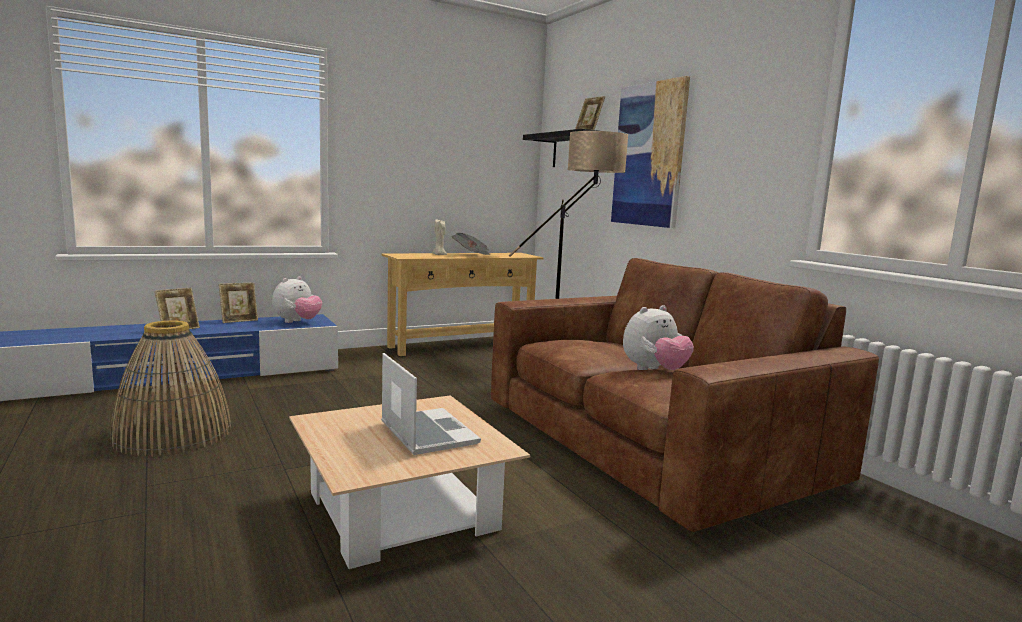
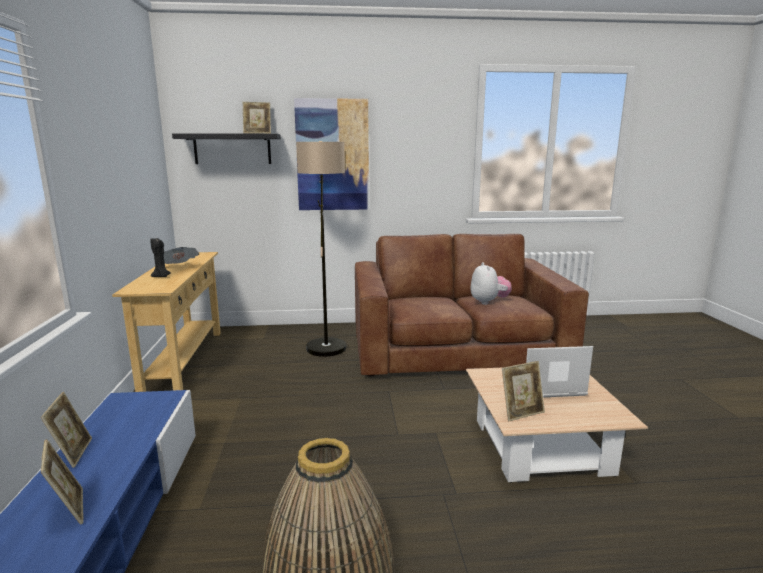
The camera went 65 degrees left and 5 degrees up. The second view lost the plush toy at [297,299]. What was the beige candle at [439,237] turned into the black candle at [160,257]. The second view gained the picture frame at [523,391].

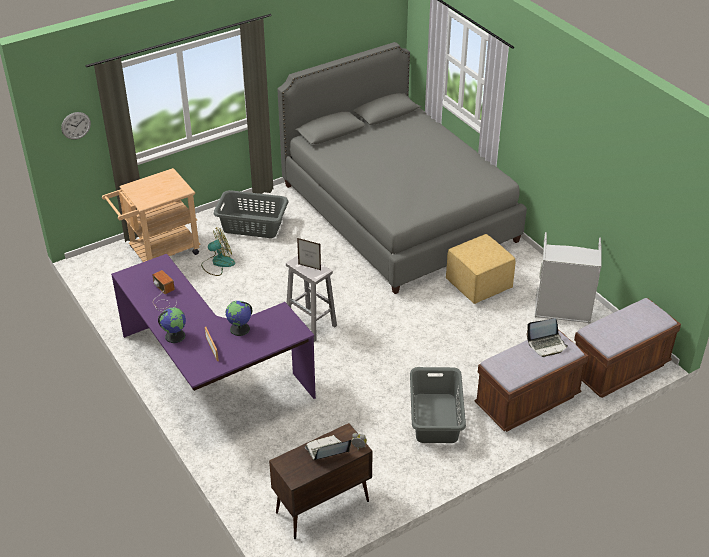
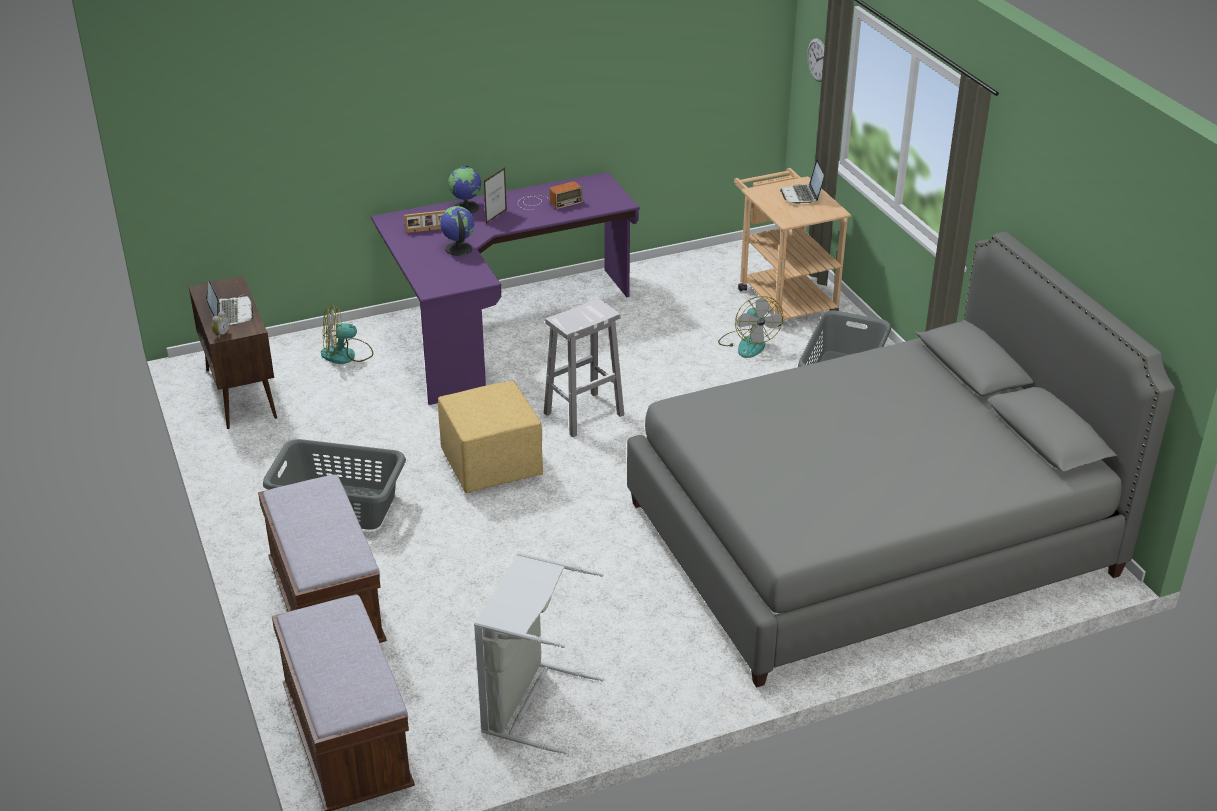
The camera went 100 degrees right and 5 degrees down. The picture frame ended up elsewhere, having gone from [309,254] to [495,195]. The yellow ottoman ended up elsewhere, having gone from [480,269] to [490,437]. The laptop ended up elsewhere, having gone from [547,337] to [802,181]. The second view gained the fan at [347,334].

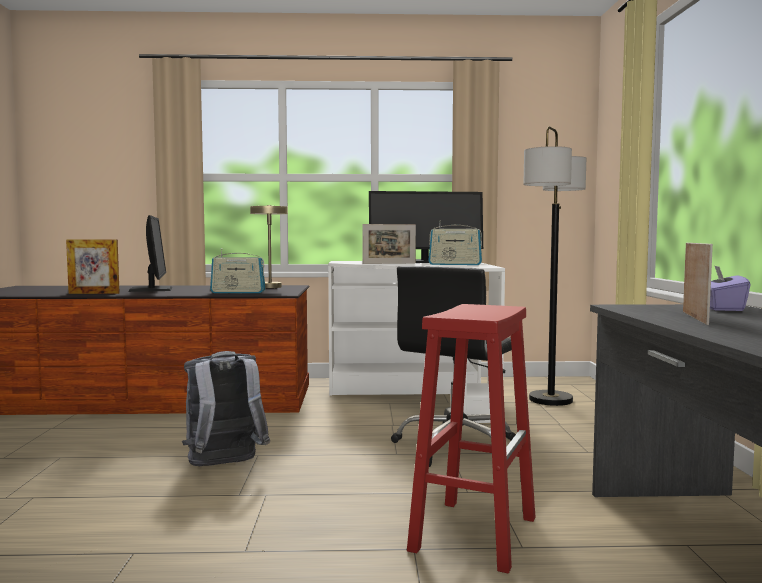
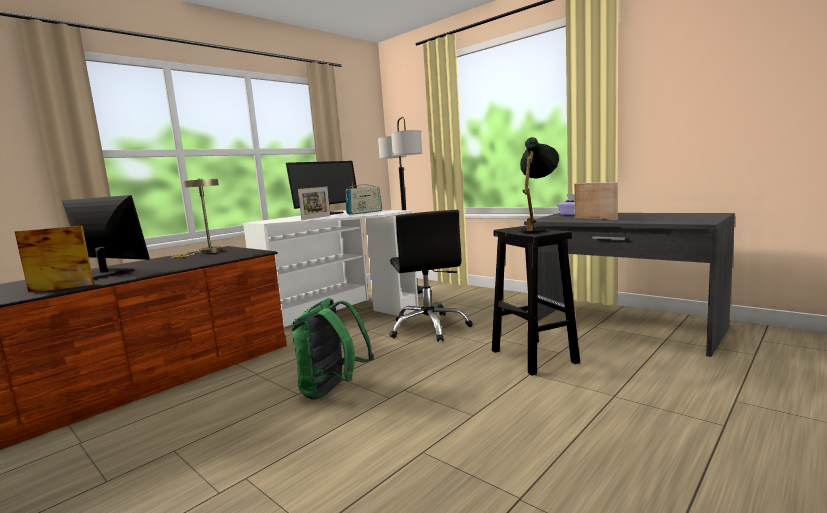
The camera went 45 degrees left and 5 degrees up. The picture frame at [93,266] ended up facing another way, 150 degrees counterclockwise from before. What was the grey backpack at [226,408] turned into the green backpack at [333,349]. The second view lost the radio at [237,271]. What was the red stool at [471,439] turned into the black stool at [536,301]. The second view gained the black table lamp at [539,185].

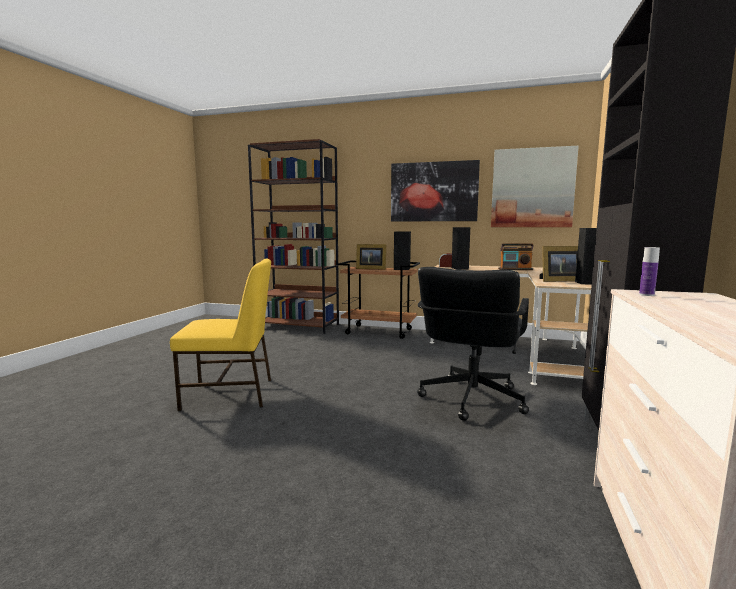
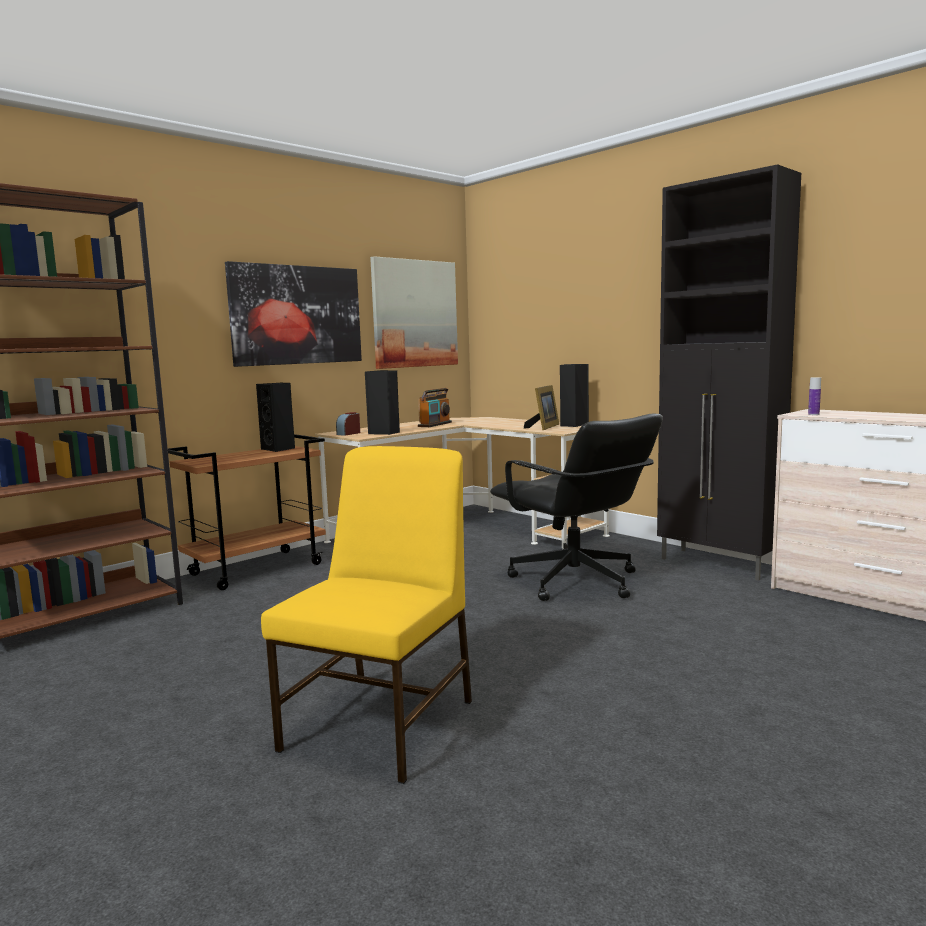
The camera went 60 degrees left and 0 degrees up. The second view lost the picture frame at [371,257].

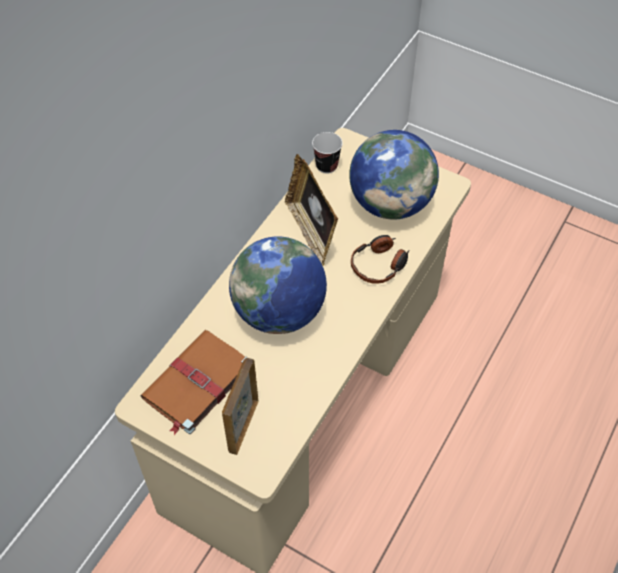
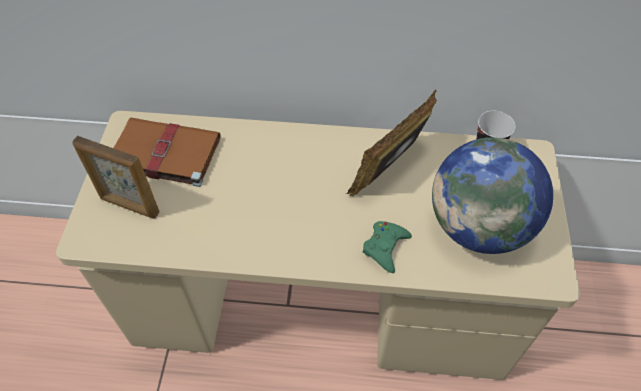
The camera went 65 degrees right and 0 degrees up. The picture frame at [240,406] ended up facing another way, 150 degrees counterclockwise from before. The second view lost the globe at [278,285]. Where the headphones stood at [380,259], the green game controller came to stand at [387,247].

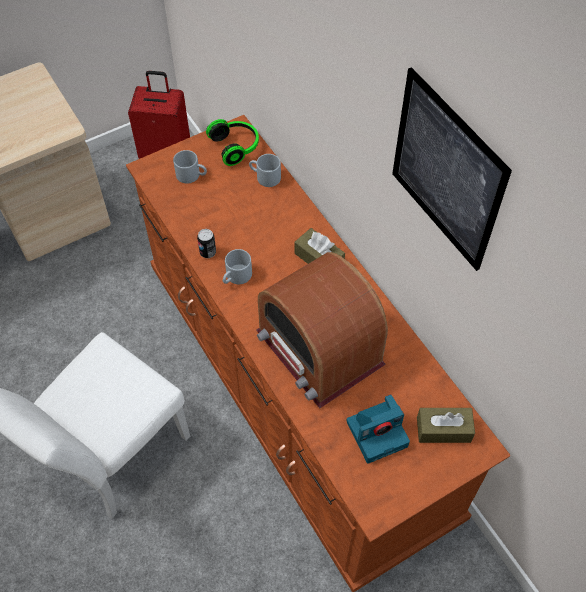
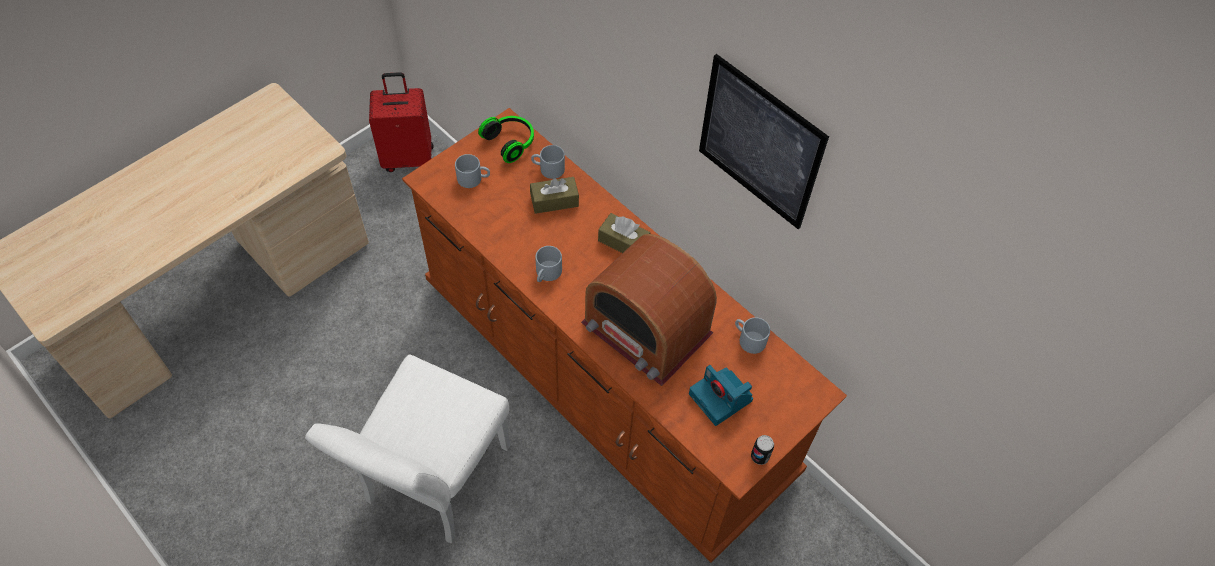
The camera went 15 degrees left and 0 degrees up. The can ended up elsewhere, having gone from [206,243] to [762,450]. The photo camera at [378,429] ended up facing another way, 90 degrees clockwise from before. The brown tissue box ended up elsewhere, having gone from [446,425] to [554,195]. The second view gained the grey mug at [752,335].

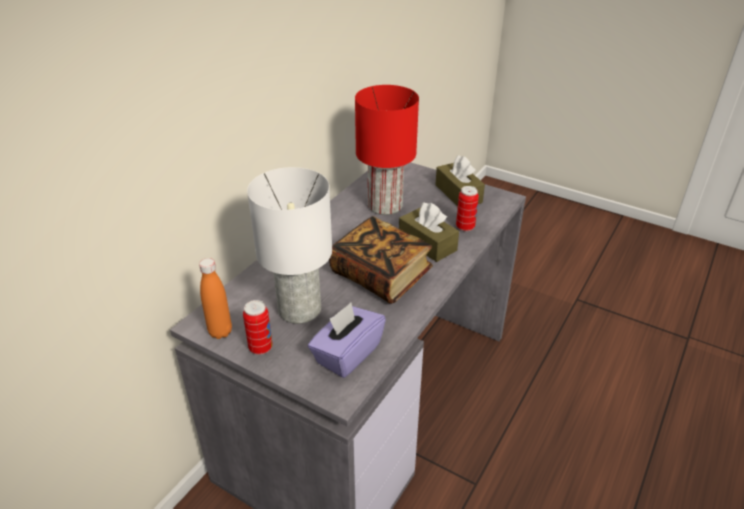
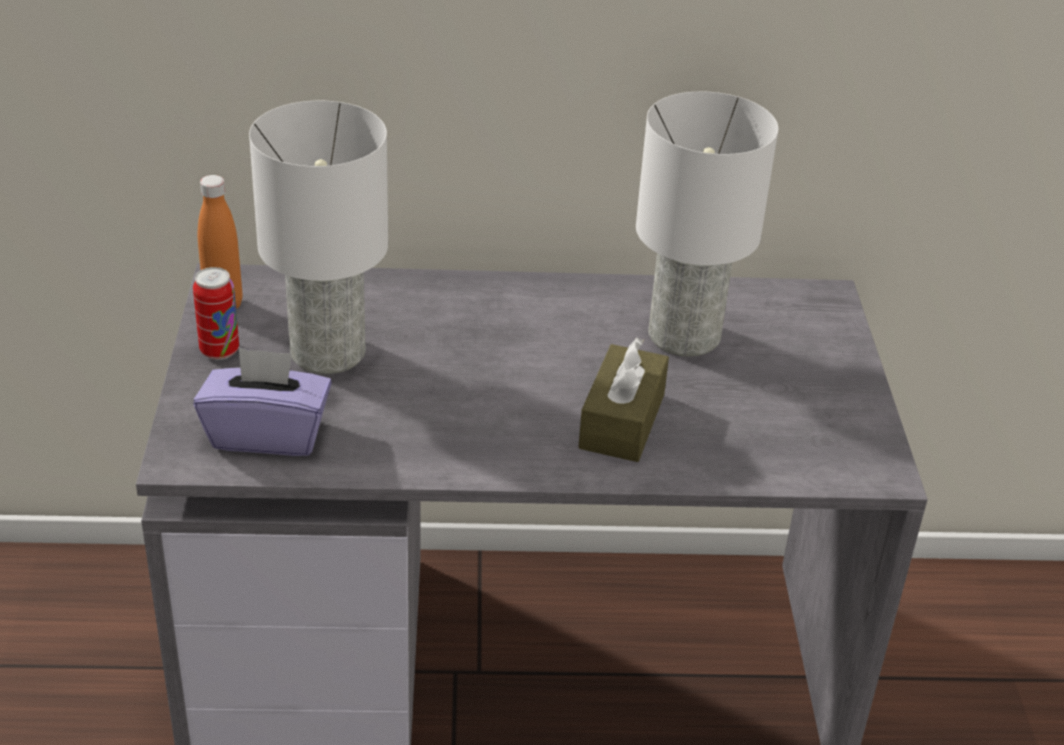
The camera went 55 degrees right and 0 degrees up. The second view lost the book at [381,260]. What was the red table lamp at [387,150] turned into the white table lamp at [707,224]. The second view lost the brown tissue box at [460,181]. The second view lost the can at [467,209].

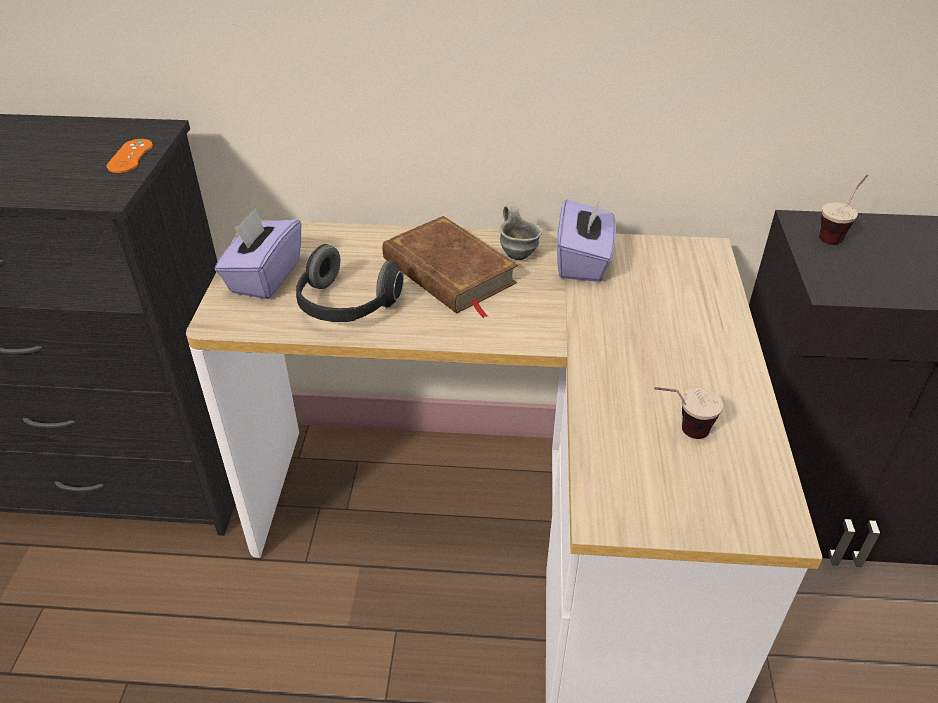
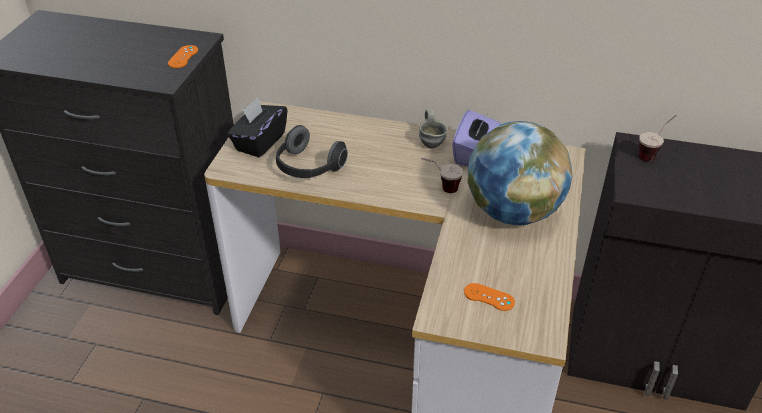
The camera went 10 degrees right and 0 degrees up. What was the purple tissue box at [258,253] turned into the black tissue box at [257,127]. The second view lost the brown book at [450,267]. The cup ended up elsewhere, having gone from [688,413] to [442,175]. The second view gained the orange game controller at [489,297]. The second view gained the globe at [520,173].

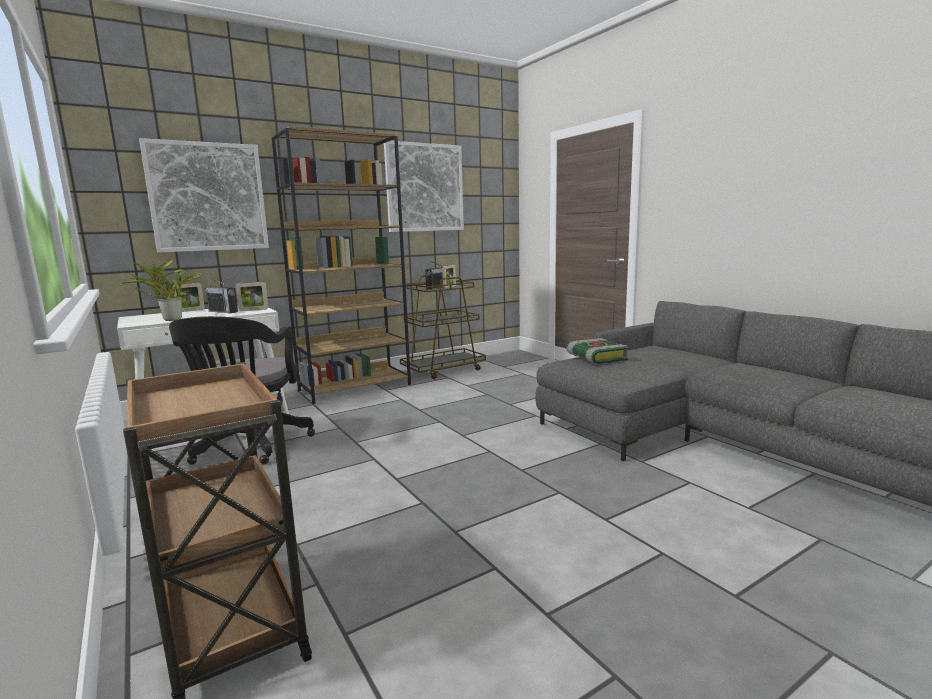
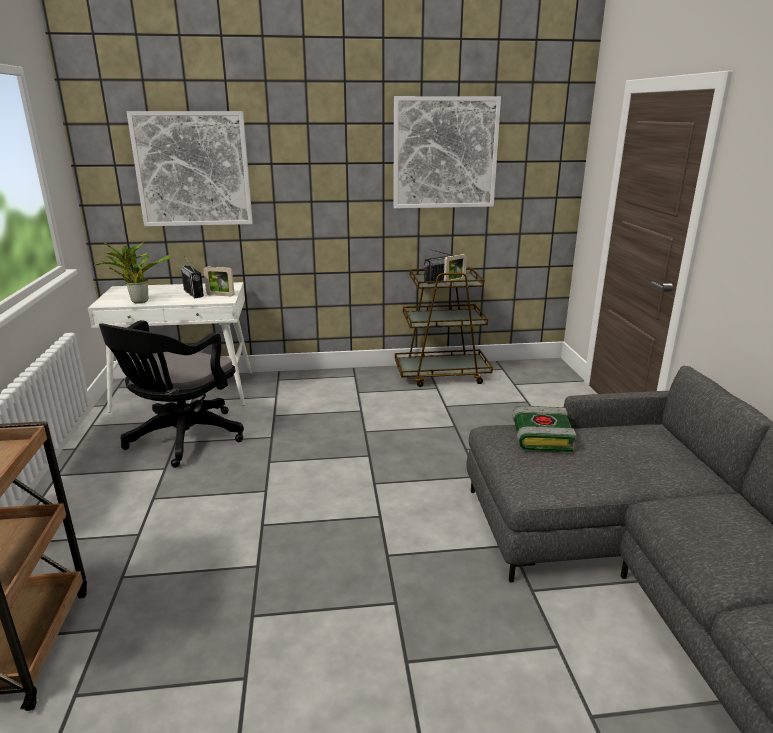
The camera went 25 degrees right and 10 degrees up. The second view lost the picture frame at [188,297]. The second view lost the brown bookcase at [341,265].

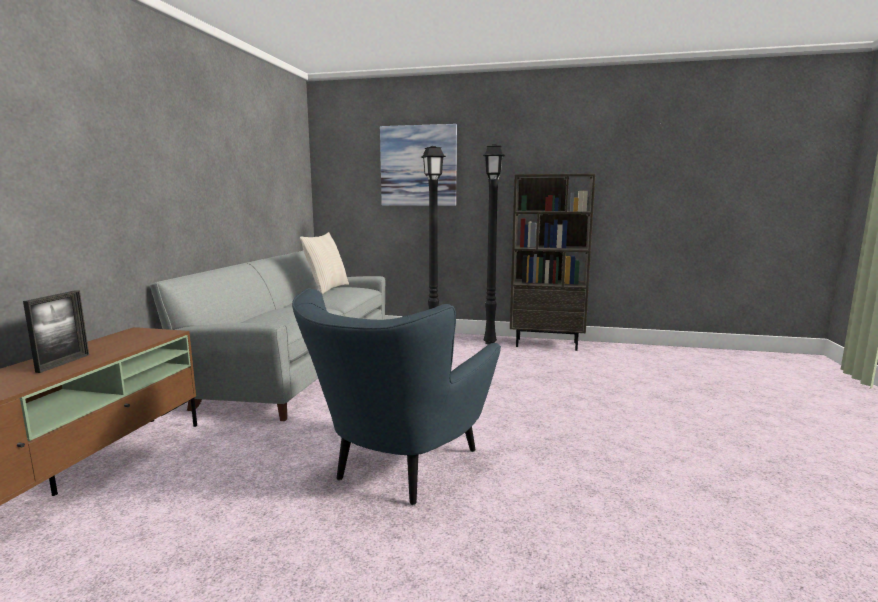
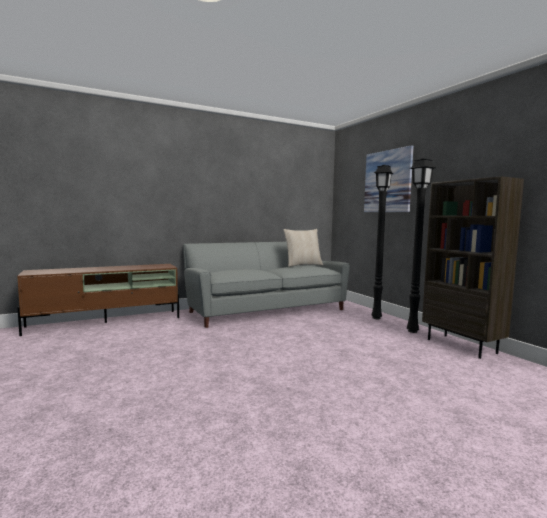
The camera went 50 degrees right and 5 degrees down. The second view lost the picture frame at [56,331]. The second view lost the blue armchair at [396,396].

